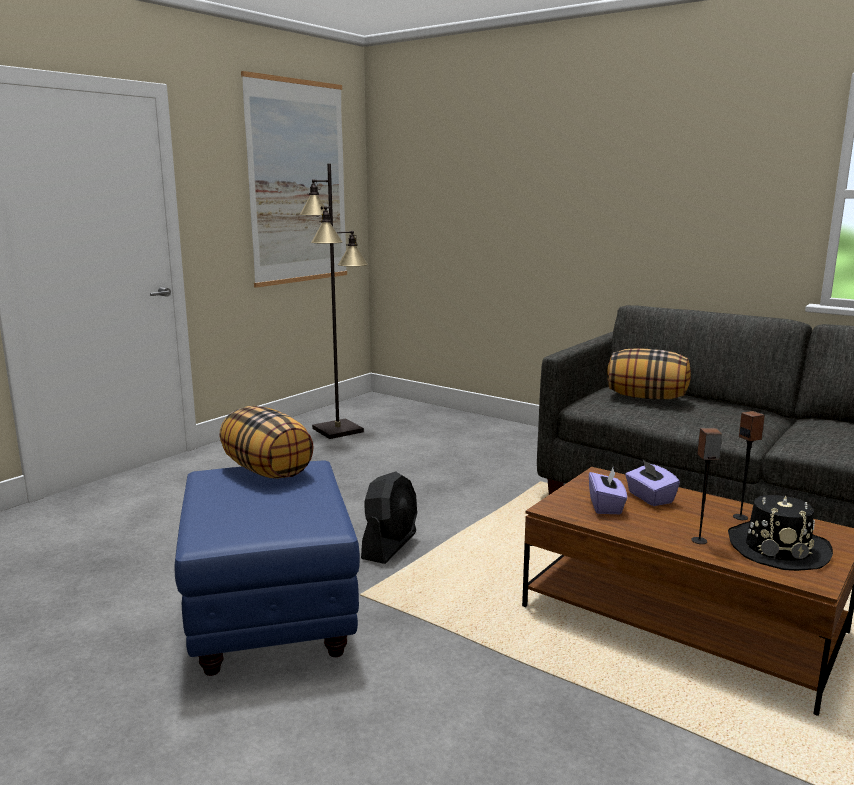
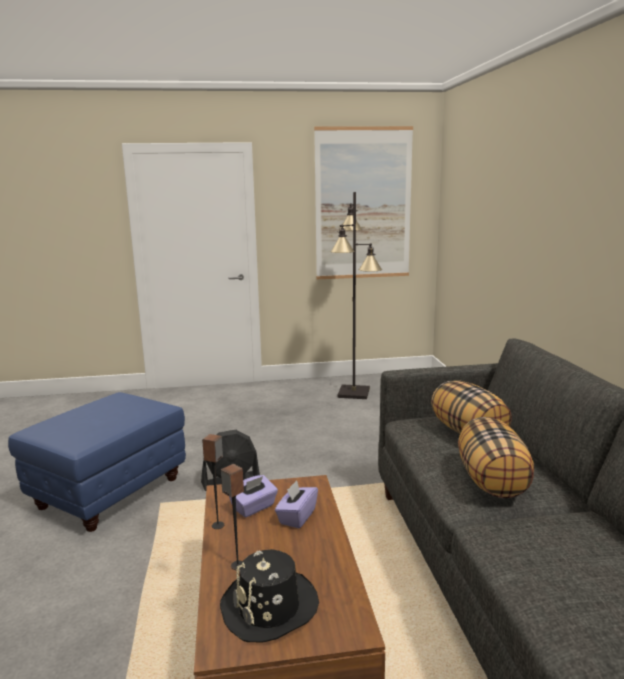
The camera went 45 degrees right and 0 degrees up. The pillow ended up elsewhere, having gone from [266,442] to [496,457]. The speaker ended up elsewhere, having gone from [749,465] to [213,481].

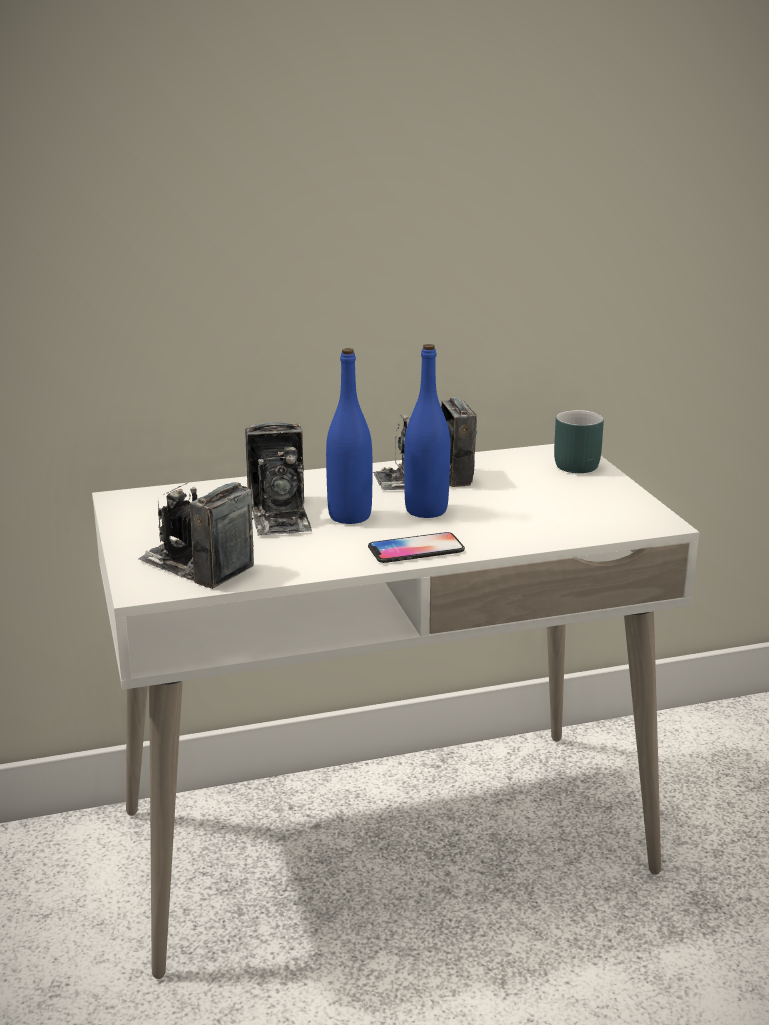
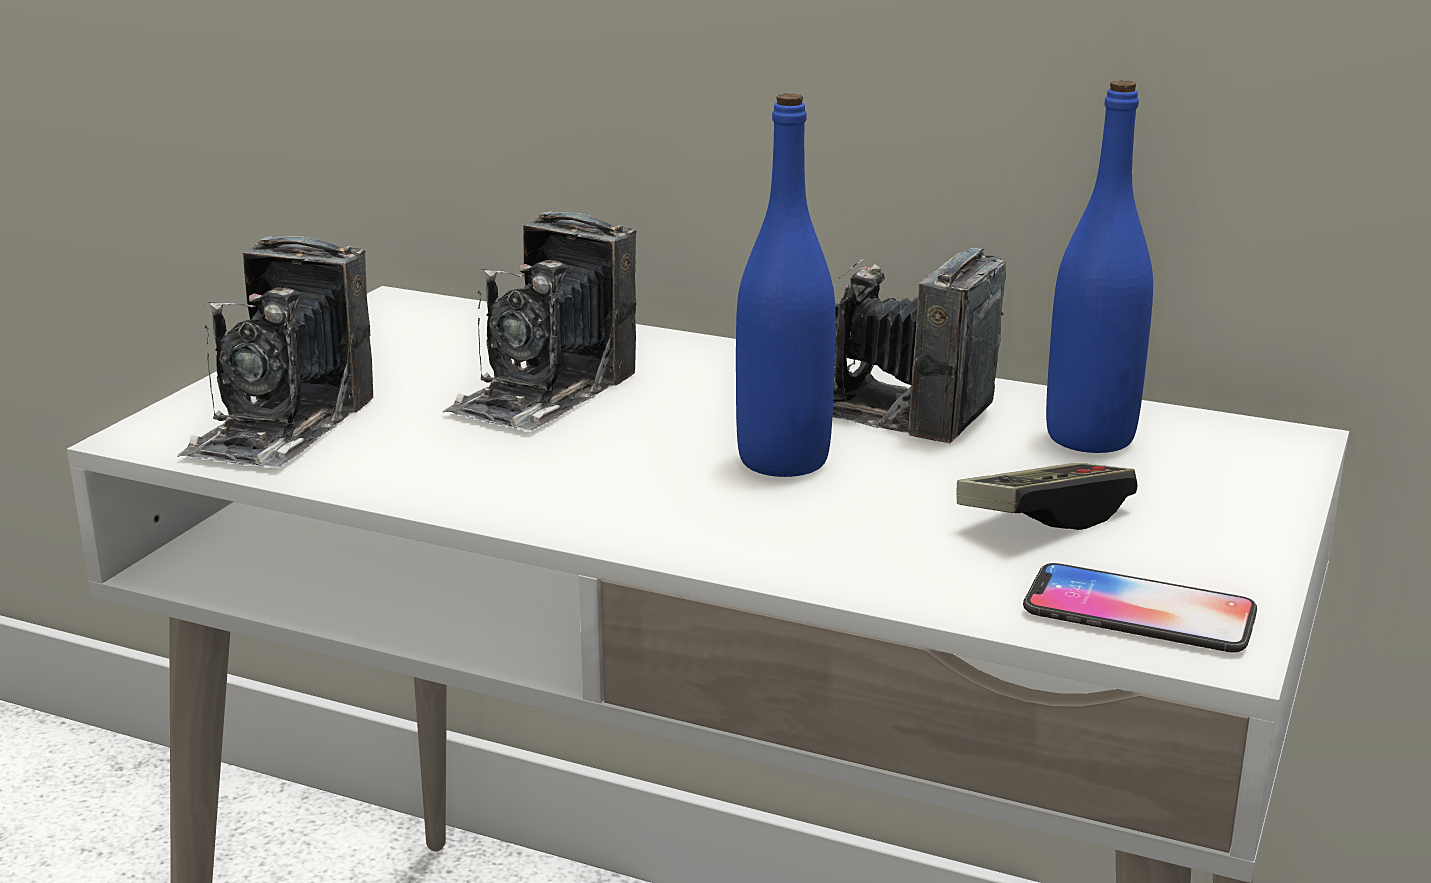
The camera went 40 degrees right and 0 degrees up. The photo camera at [196,535] ended up facing another way, 150 degrees counterclockwise from before. The blue bottle ended up elsewhere, having gone from [349,436] to [1099,266]. The phone ended up elsewhere, having gone from [416,547] to [1140,608]. The second view lost the turquoise mug at [579,441]. The second view gained the game controller at [1047,496].

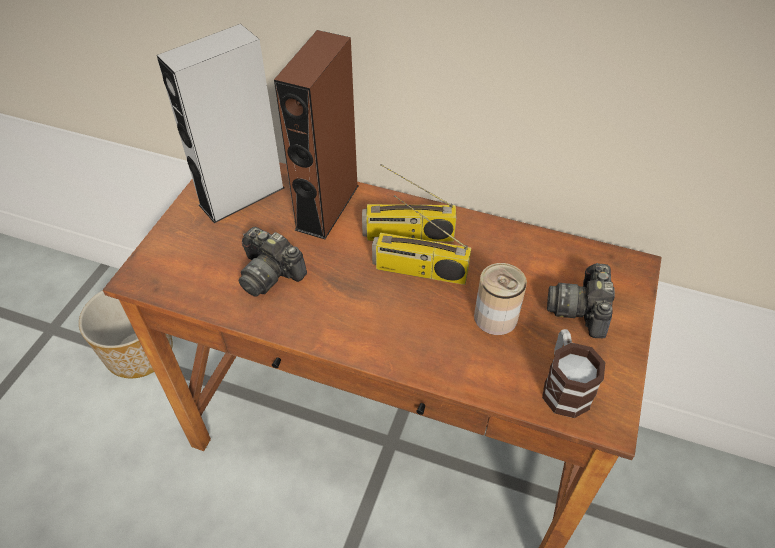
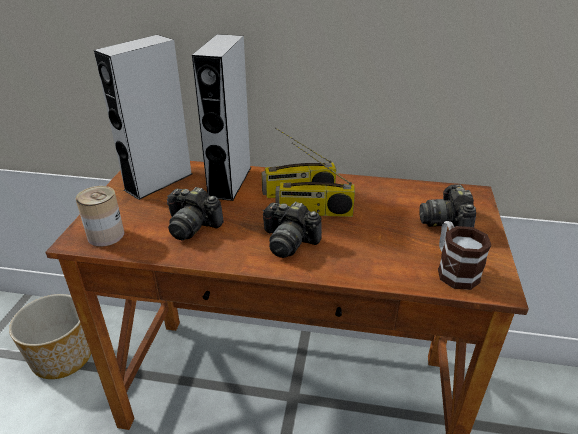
The camera went 10 degrees left and 15 degrees down. What was the brown speaker at [316,134] turned into the grey speaker at [221,117]. The can ended up elsewhere, having gone from [500,299] to [100,216]. The second view gained the photo camera at [292,229].

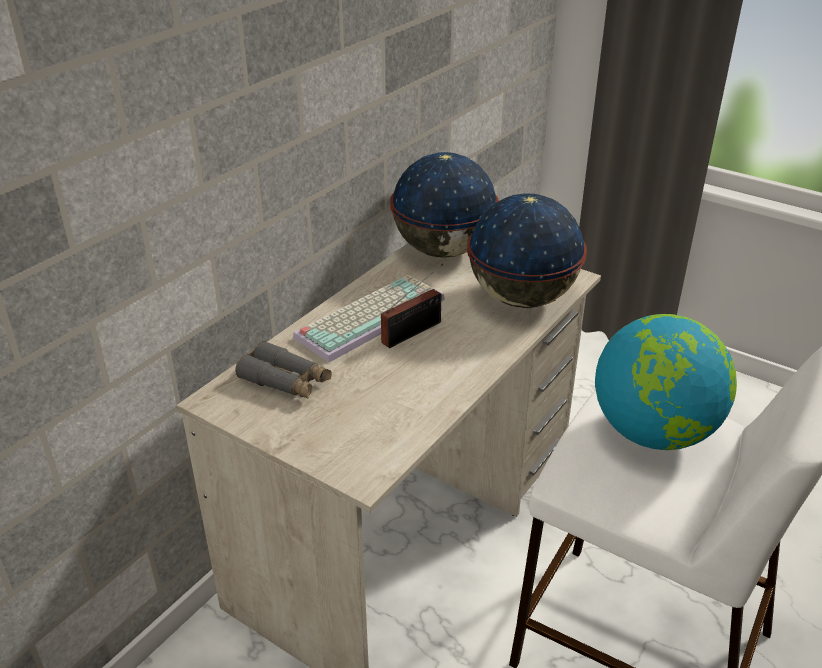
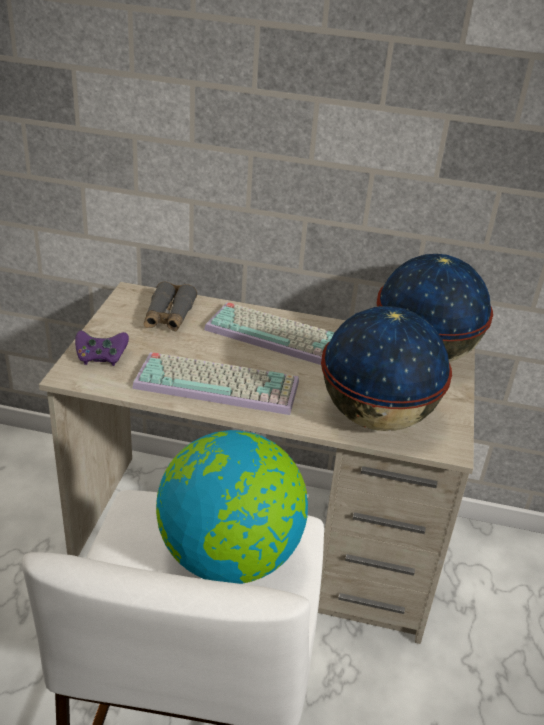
The camera went 65 degrees right and 0 degrees up. The second view lost the radio at [412,306]. The second view gained the purple game controller at [102,348]. The second view gained the keyboard at [215,383].

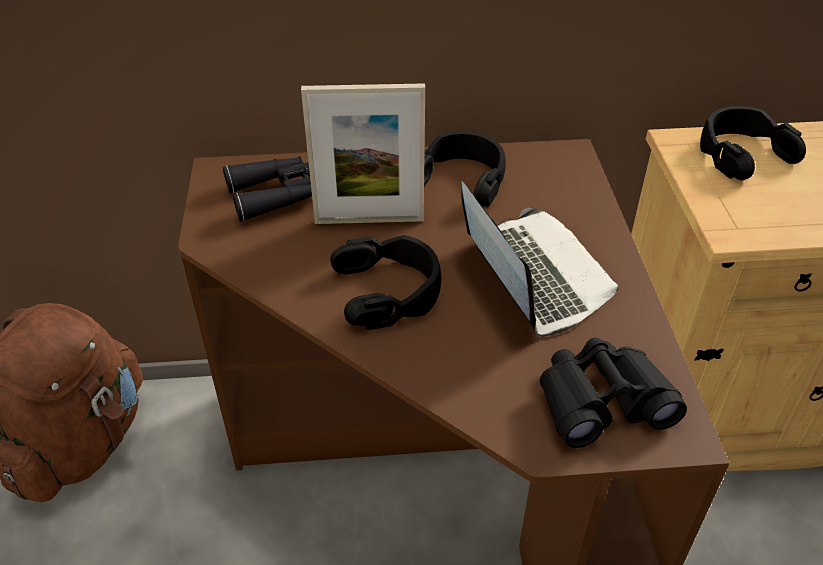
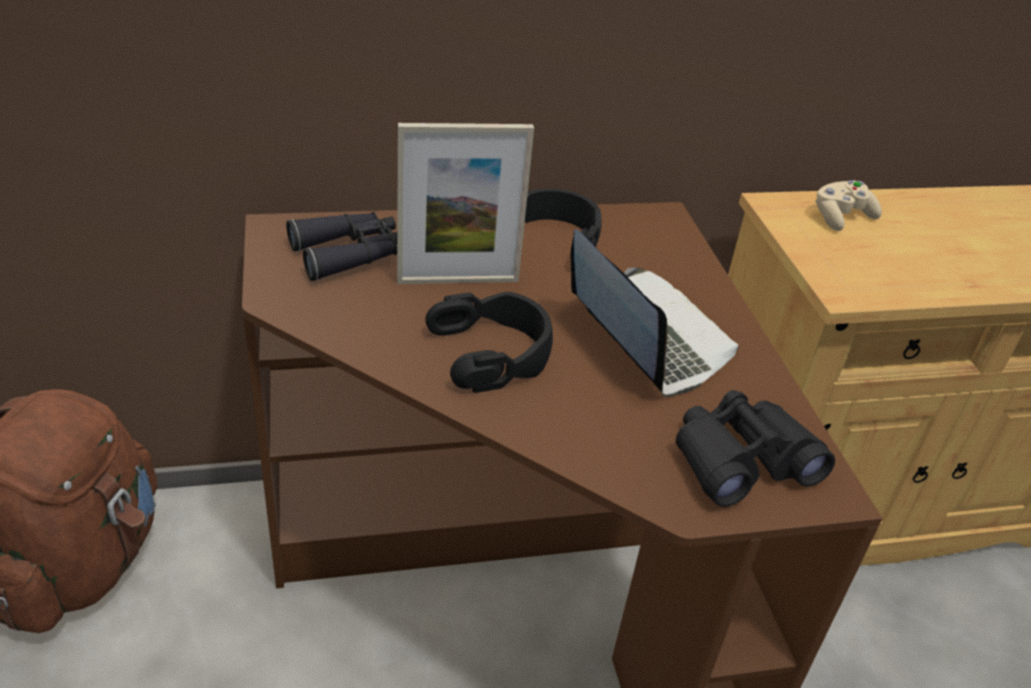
The camera went 10 degrees left and 5 degrees down. Where the black headphones stood at [753,143], the beige game controller came to stand at [849,205].

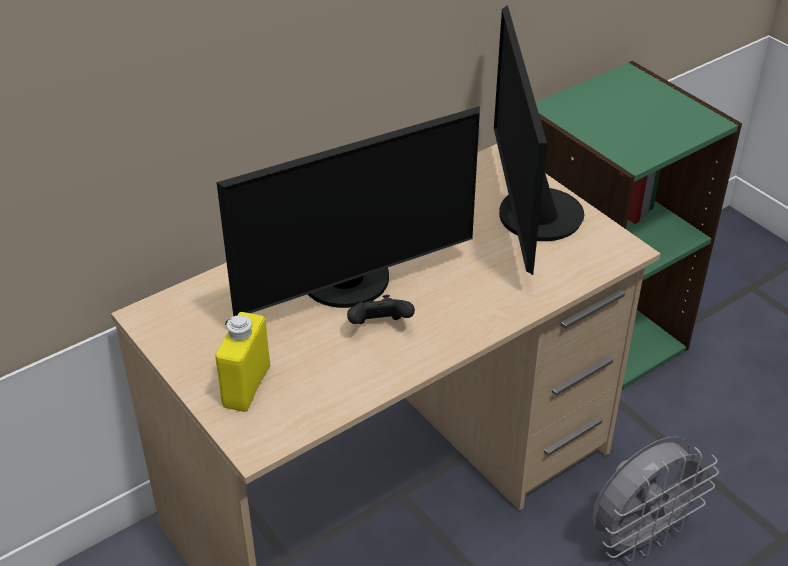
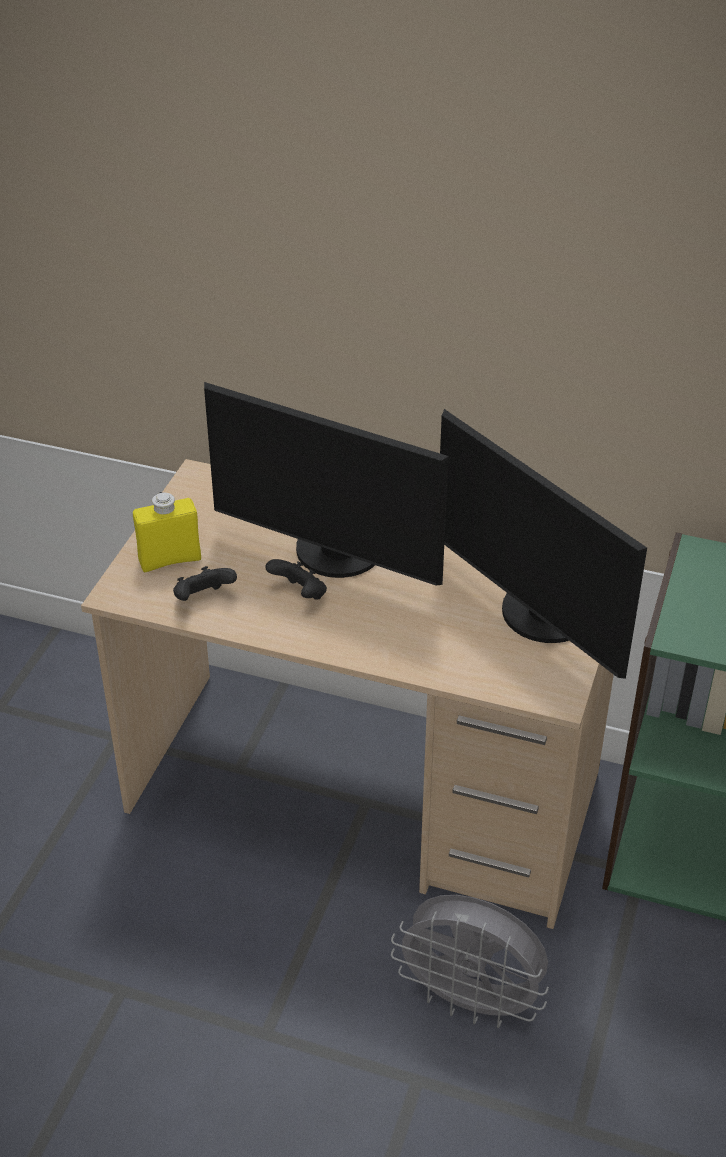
The camera went 55 degrees right and 0 degrees up. The monitor at [539,140] ended up facing another way, 90 degrees counterclockwise from before. The second view gained the black game controller at [205,583].

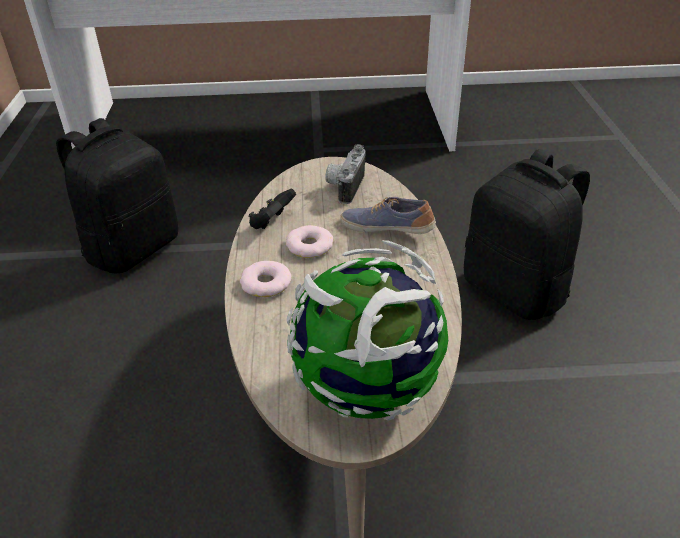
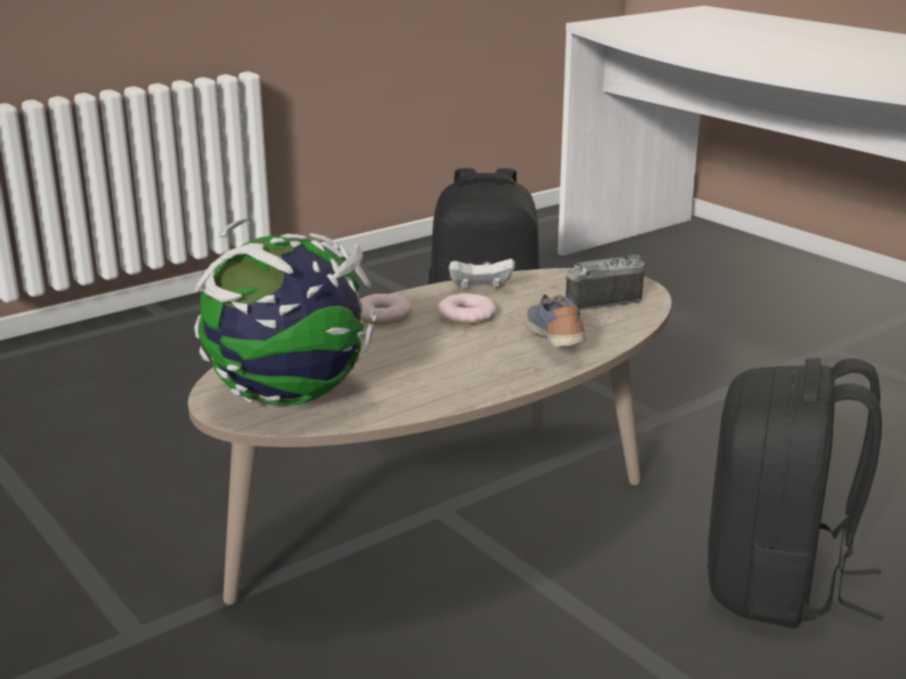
The camera went 55 degrees right and 15 degrees down. What was the black game controller at [272,209] turned into the white game controller at [482,274].

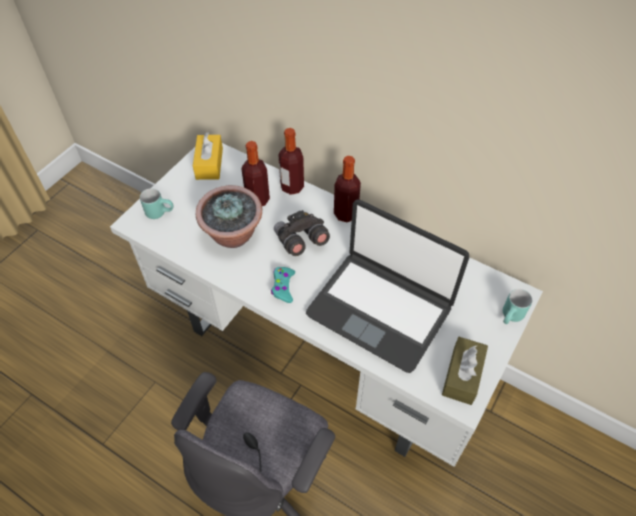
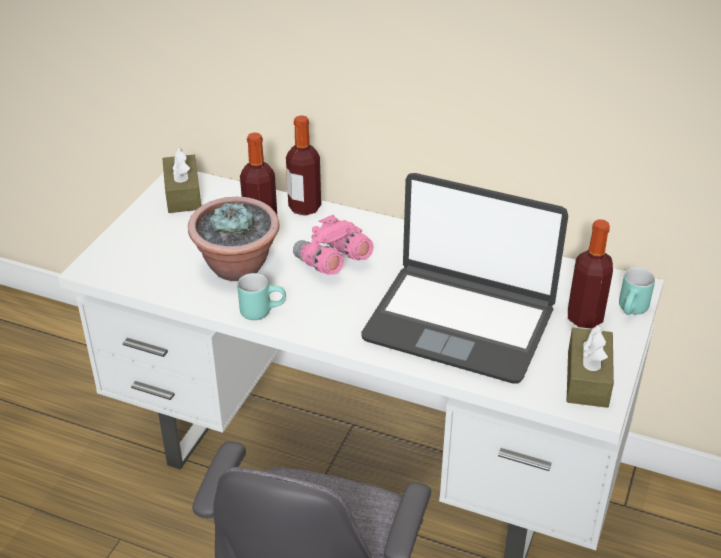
The camera went 10 degrees left and 15 degrees down. The turquoise mug ended up elsewhere, having gone from [157,203] to [261,296]. What was the yellow tissue box at [208,156] turned into the brown tissue box at [181,180]. The second view lost the turquoise game controller at [283,285]. What was the grey binoculars at [302,233] turned into the pink binoculars at [333,245]. The bottle ended up elsewhere, having gone from [347,189] to [590,273].

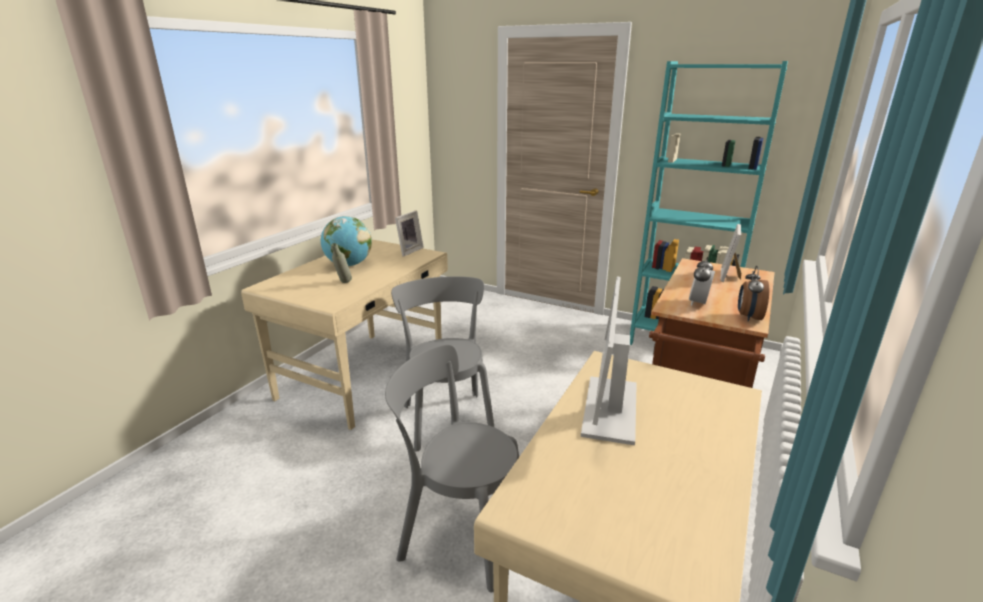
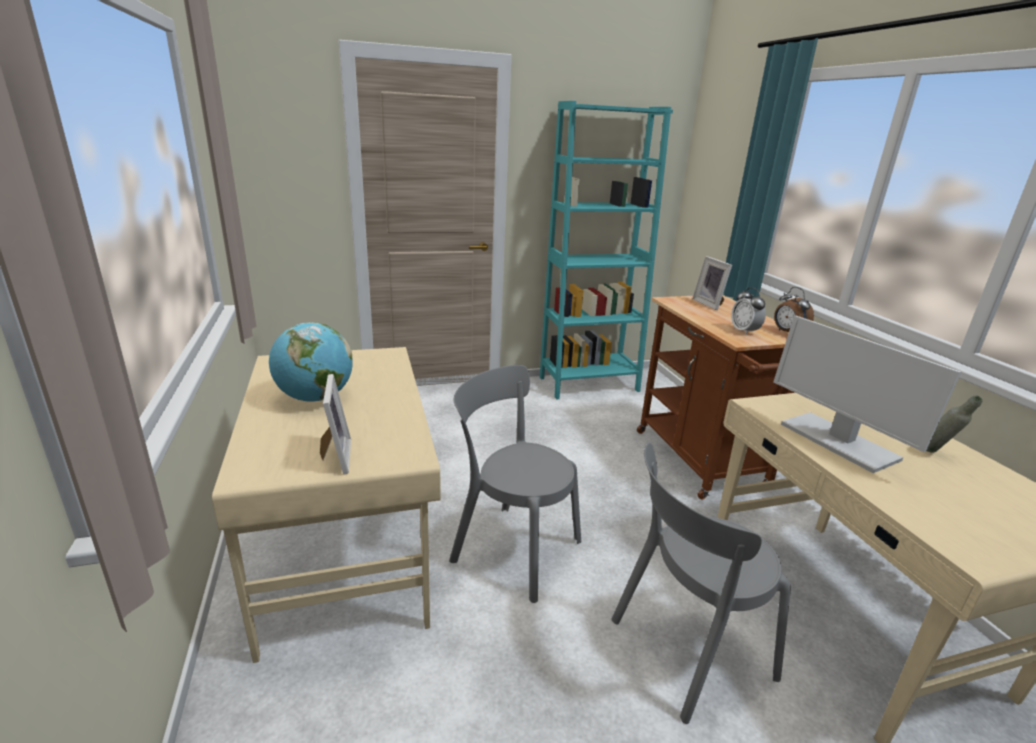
The camera went 45 degrees left and 0 degrees up. The grey bottle ended up elsewhere, having gone from [341,263] to [954,424]. The picture frame ended up elsewhere, having gone from [409,234] to [335,424].

